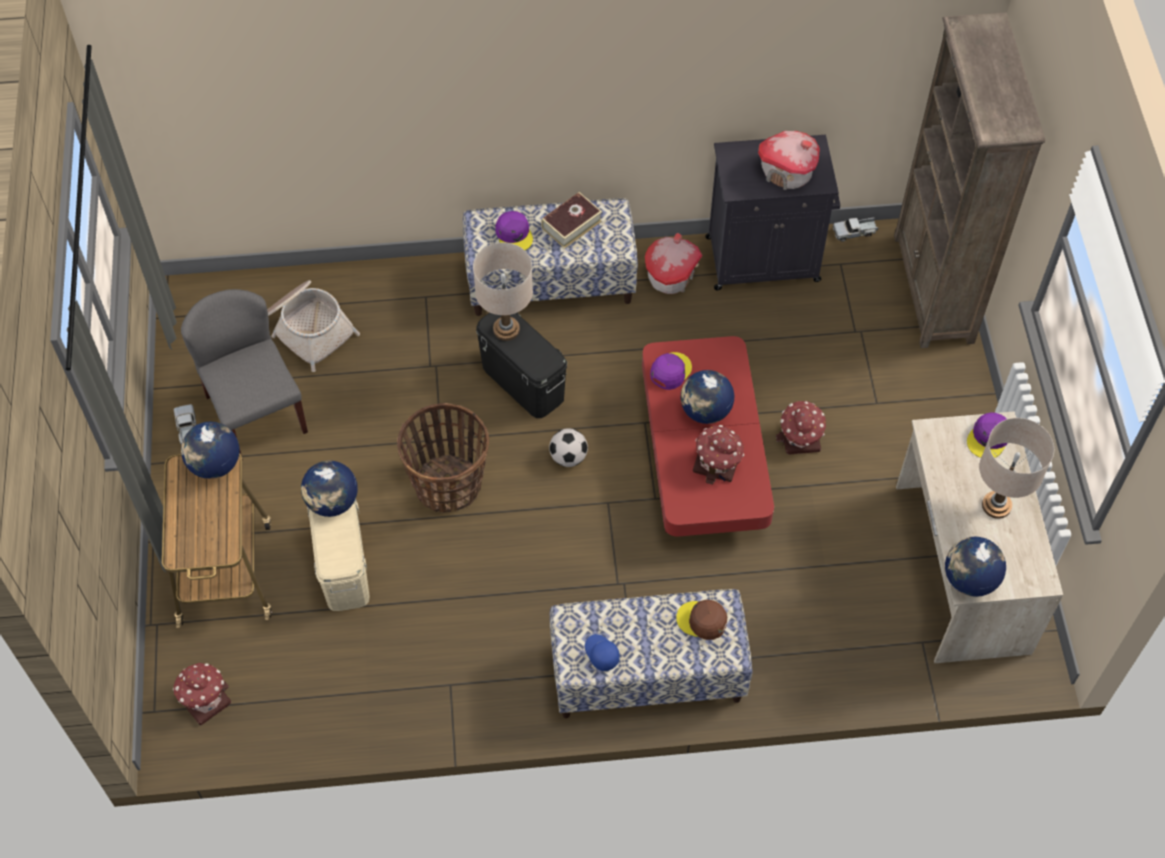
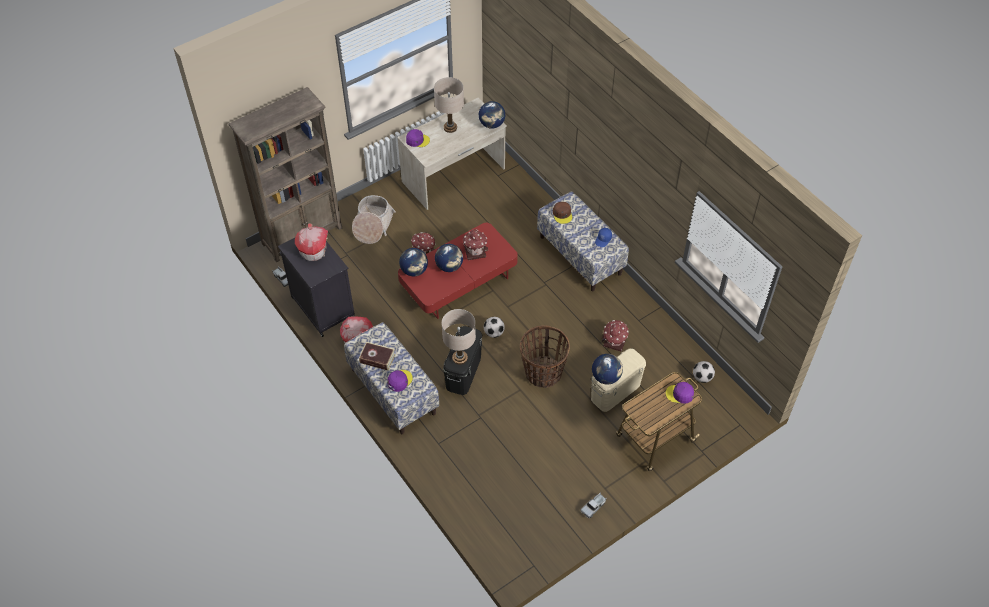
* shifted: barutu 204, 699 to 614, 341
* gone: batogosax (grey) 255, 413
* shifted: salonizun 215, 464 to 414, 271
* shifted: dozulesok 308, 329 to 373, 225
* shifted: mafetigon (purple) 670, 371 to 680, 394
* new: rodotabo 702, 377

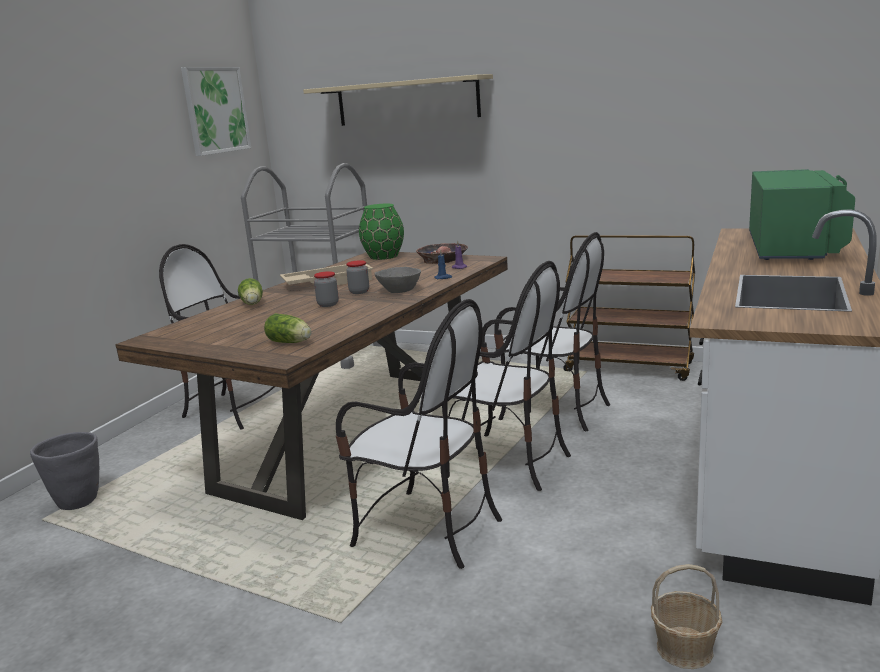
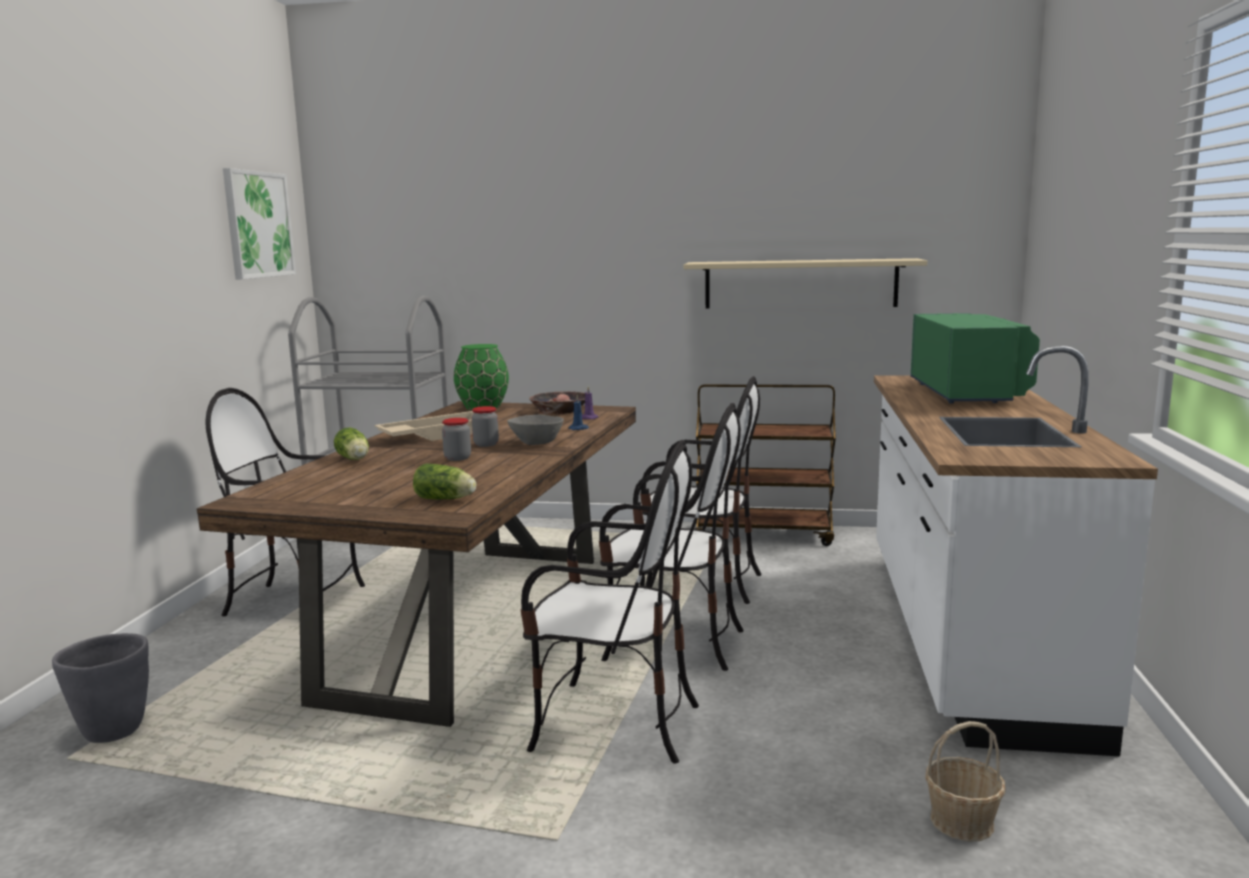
* shifted: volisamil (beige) 407, 101 to 800, 284

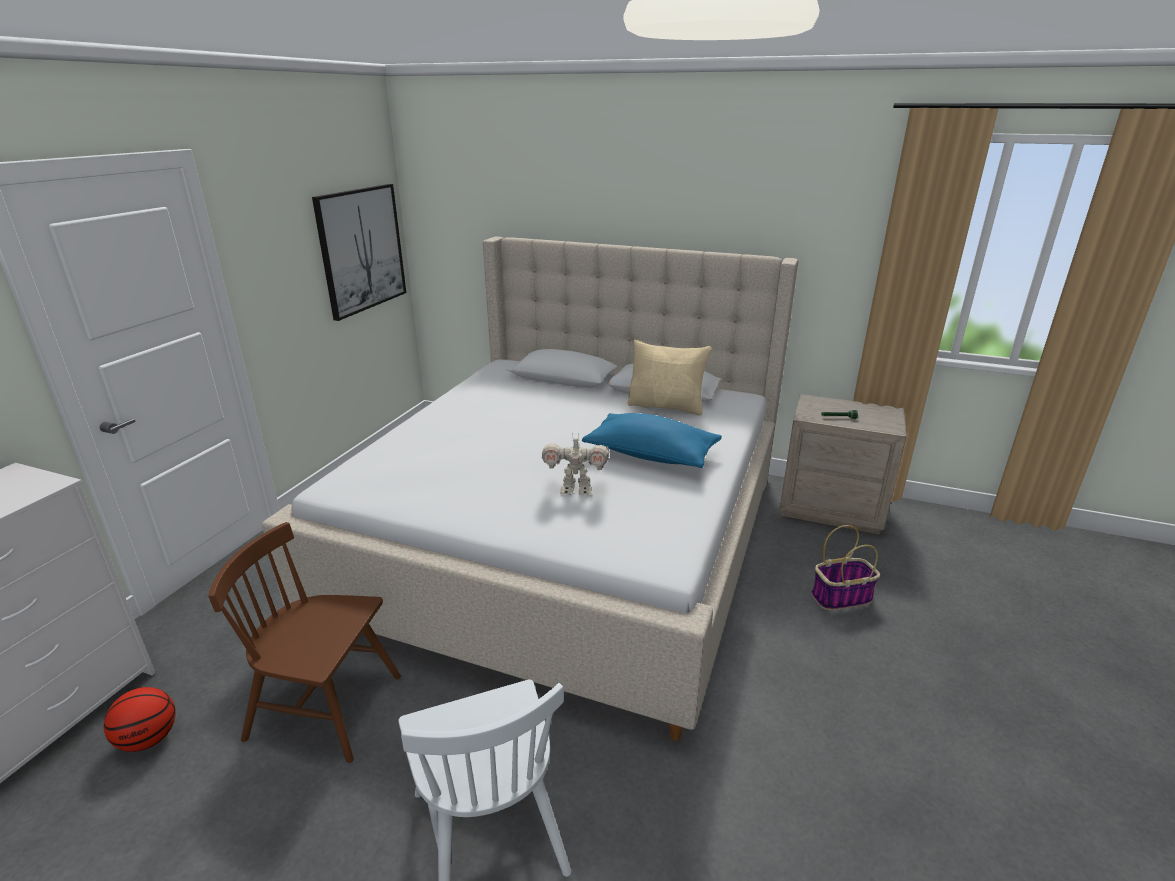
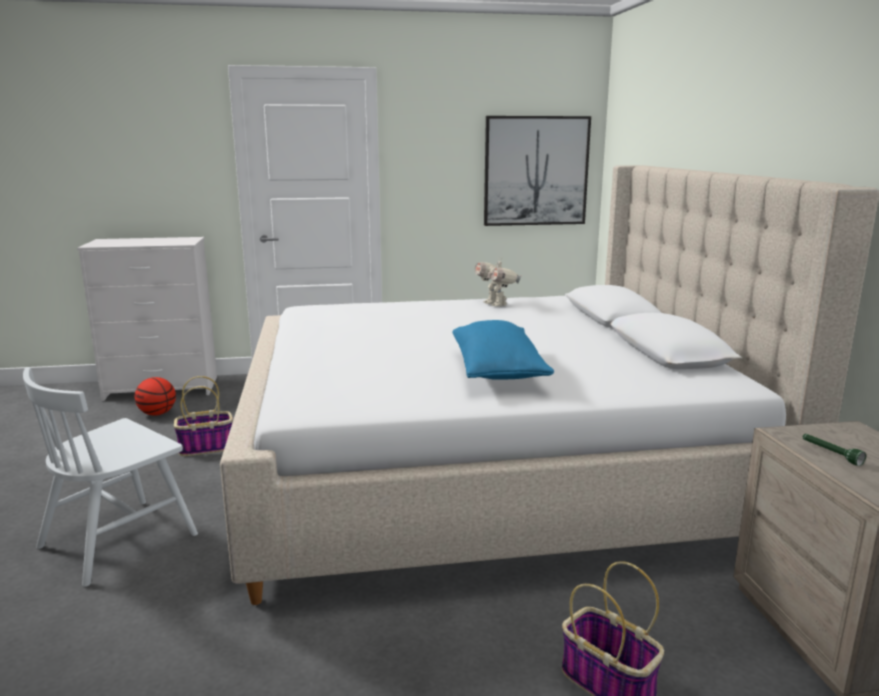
* swapped: batogosax (brown) 326, 708 to dozulesok 207, 447
* shifted: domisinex 576, 489 to 496, 304
* gone: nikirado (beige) 666, 406

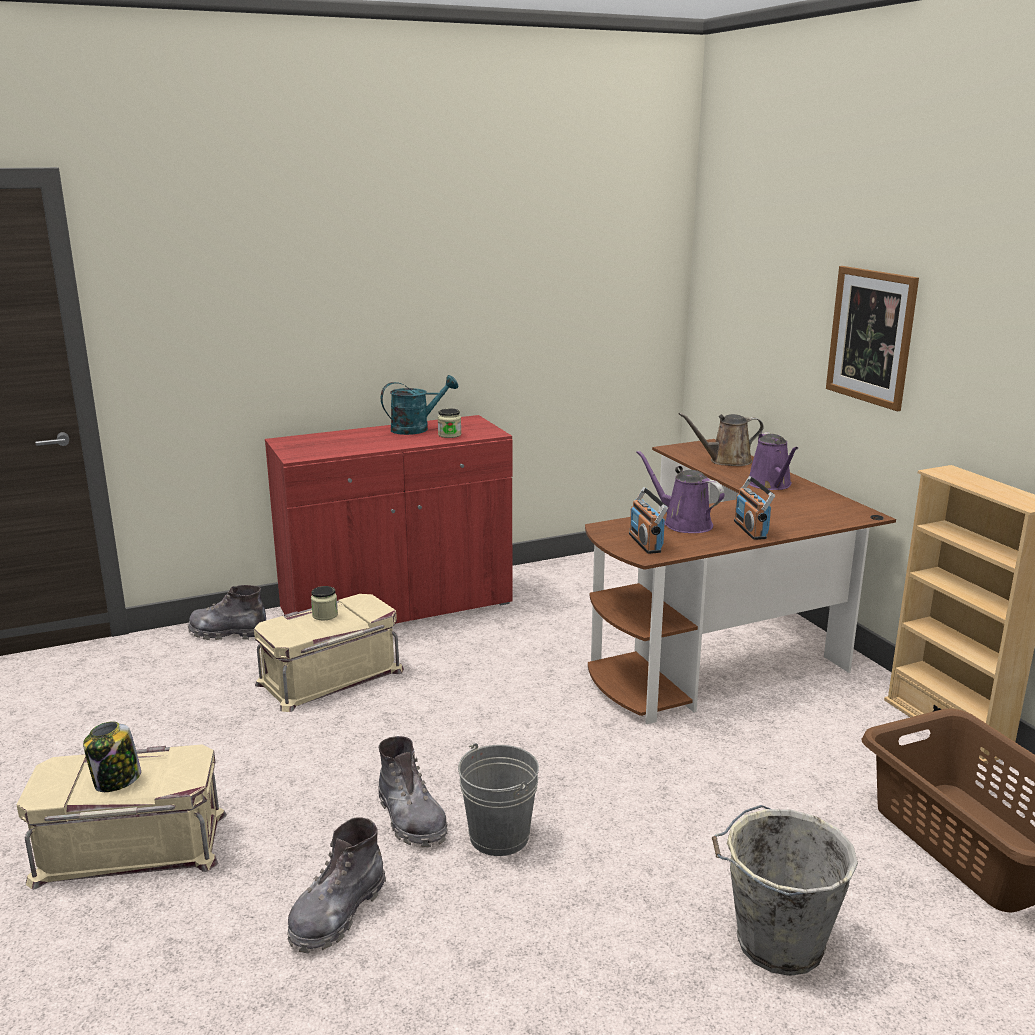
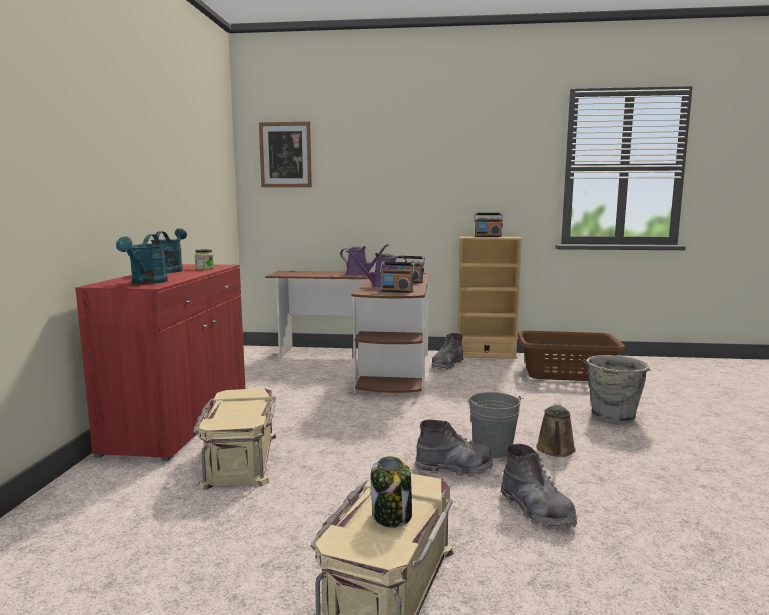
* shifted: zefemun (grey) 229, 633 to 447, 365
* gone: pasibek 325, 615
* shifted: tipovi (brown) 726, 461 to 555, 450
* shifted: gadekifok 871, 336 to 285, 155
* new: tipovi (turquoise) 147, 282
* new: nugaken 487, 236

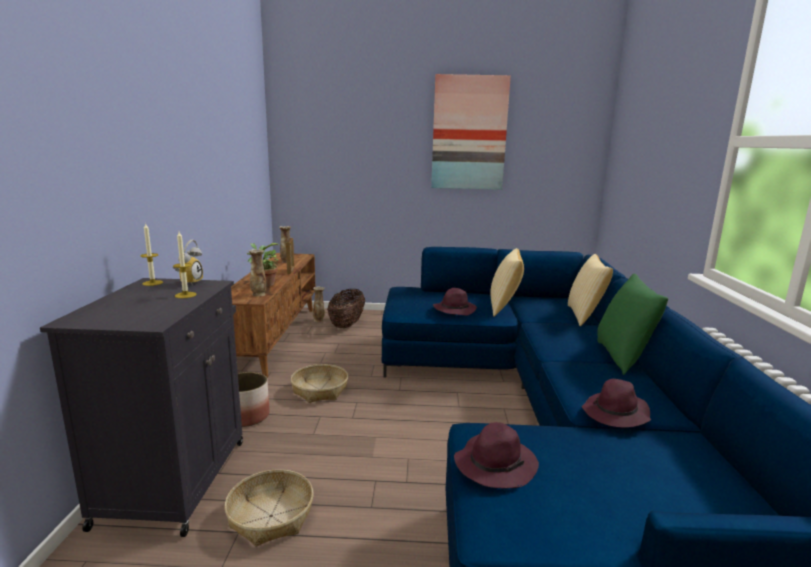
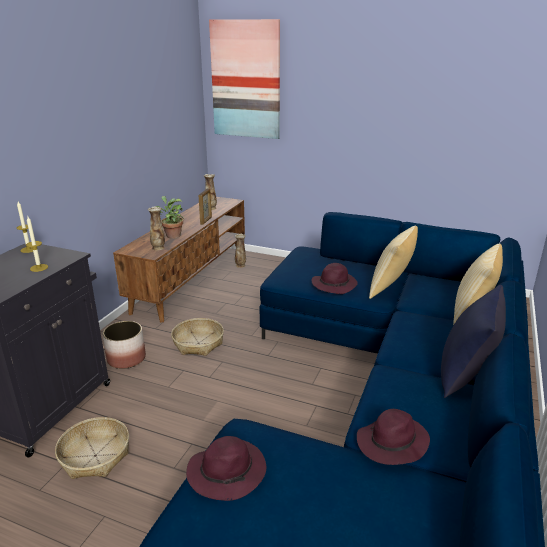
* gone: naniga 189, 282
* gone: dozulesok 347, 324
* shifted: gadekifok 469, 133 to 246, 80
* repainted: nikirado (green) 623, 358 to nikirado (blue) 465, 375

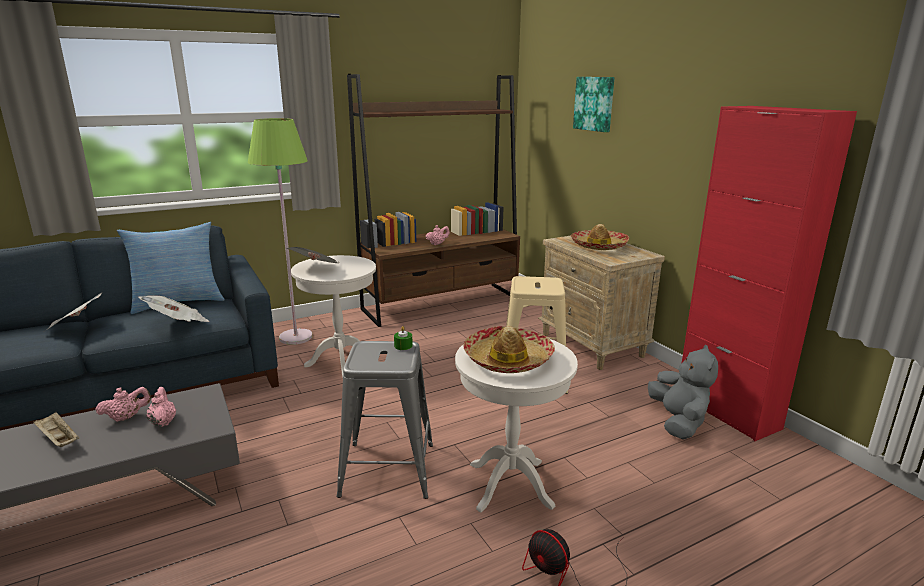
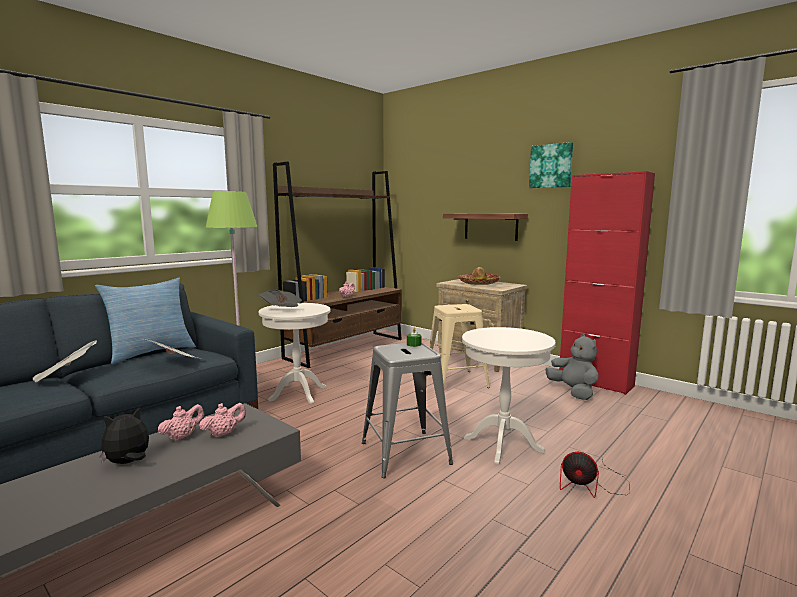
* swapped: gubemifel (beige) 58, 439 to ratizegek 128, 462
* rotated: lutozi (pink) 163, 422 = 224, 434 90 degrees clockwise
* gone: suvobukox 508, 359
* shifted: gadekifok 594, 103 to 551, 166
* new: volisamil 490, 226

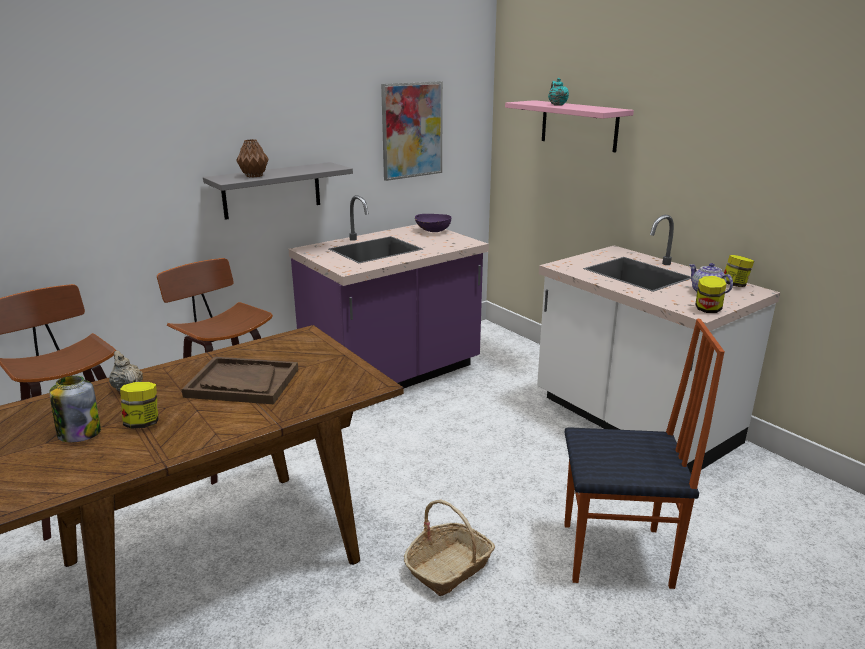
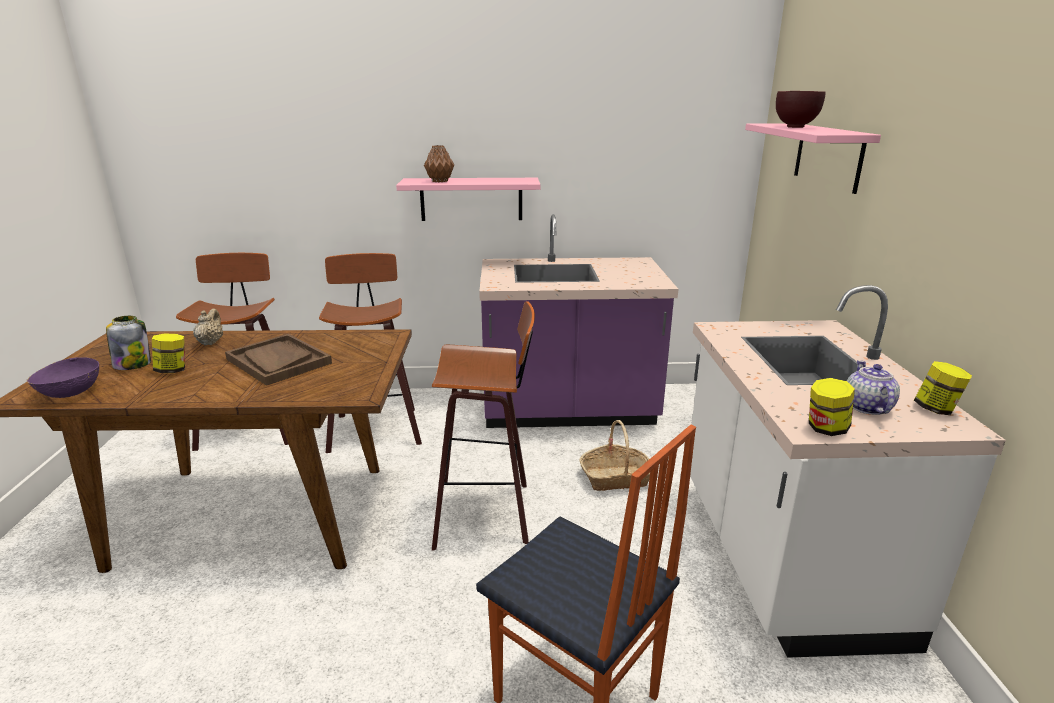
* repainted: volisamil (grey) 272, 190 to volisamil (pink) 471, 199
* gone: gadekifok 412, 130
* shifted: dozulesok 449, 567 to 616, 478
* shifted: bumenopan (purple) 432, 231 to 71, 392
* swapped: lutozi (turquoise) 557, 105 to bumenopan (brown) 795, 127
* new: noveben 486, 511

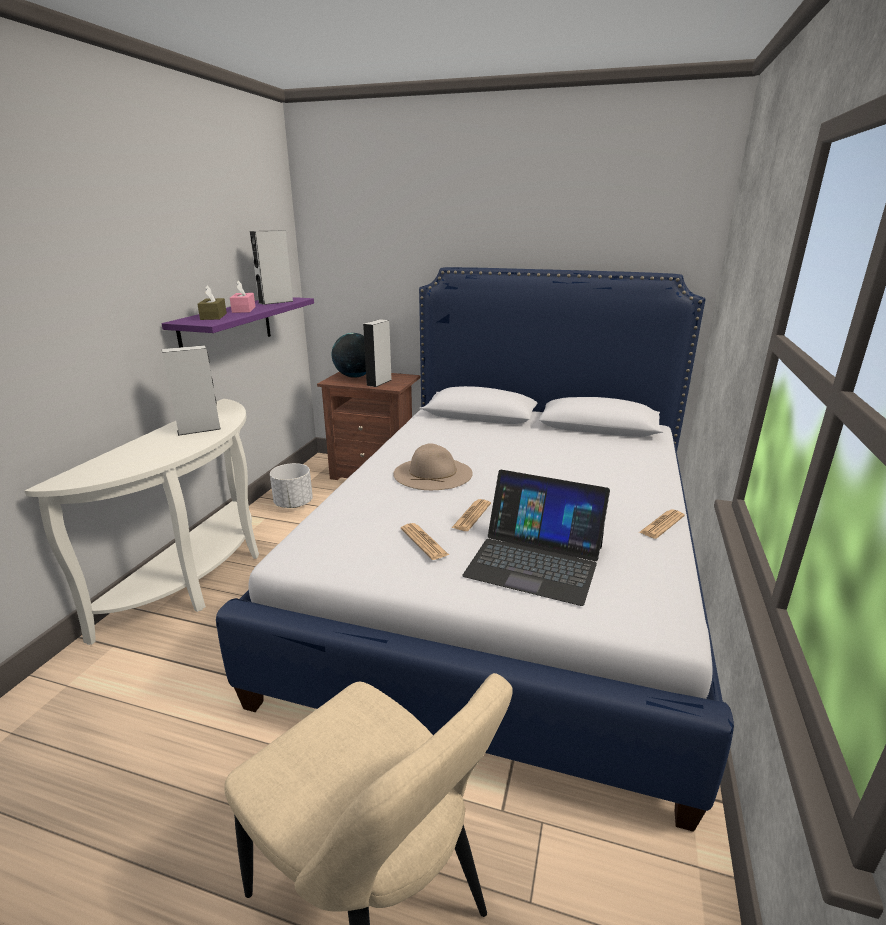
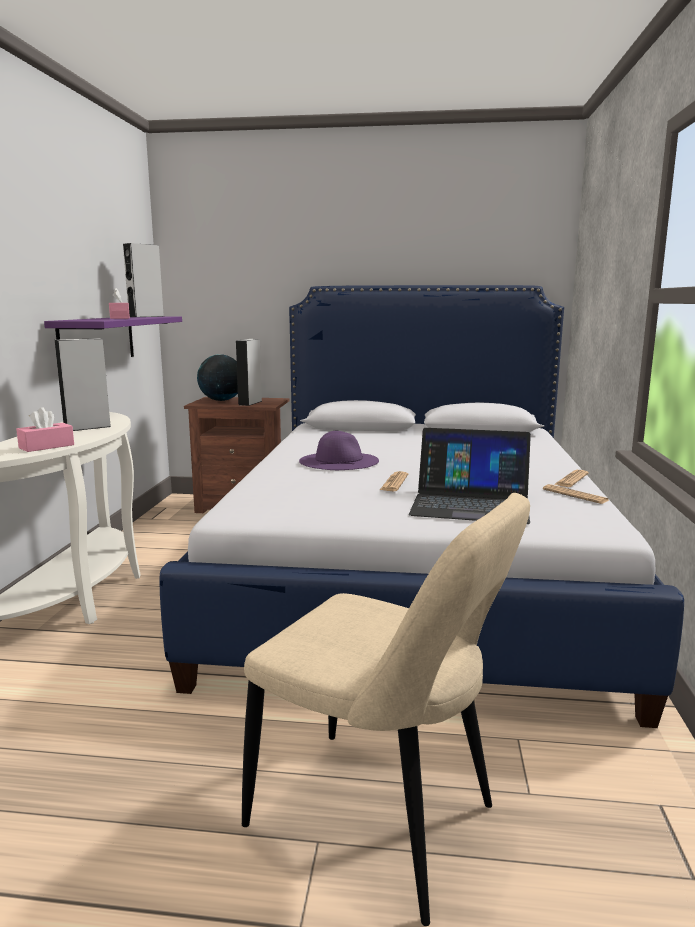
* gone: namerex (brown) 213, 316
* gone: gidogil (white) 293, 504
* repainted: suvobukox (beige) 433, 473 to suvobukox (purple) 339, 460
* shifted: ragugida 424, 542 to 575, 495
* new: namerex (pink) 46, 446

